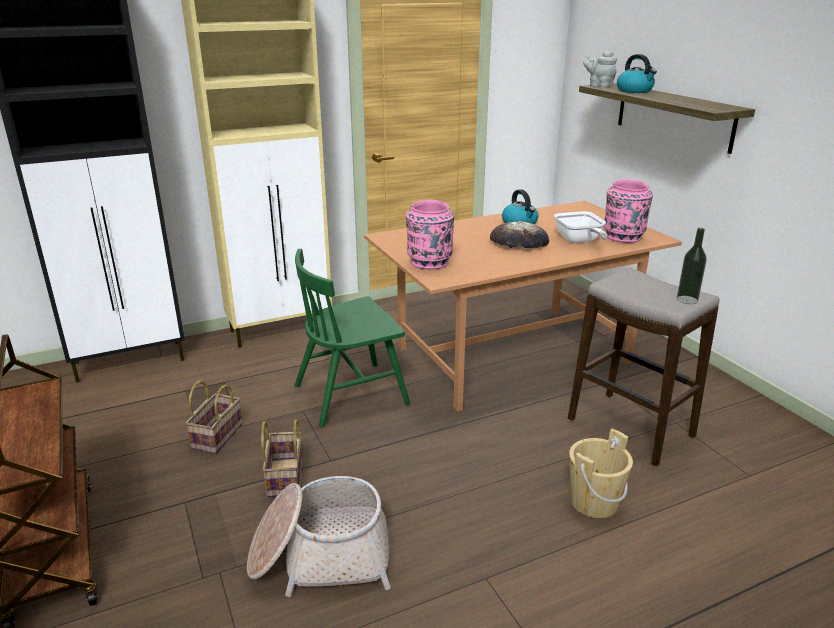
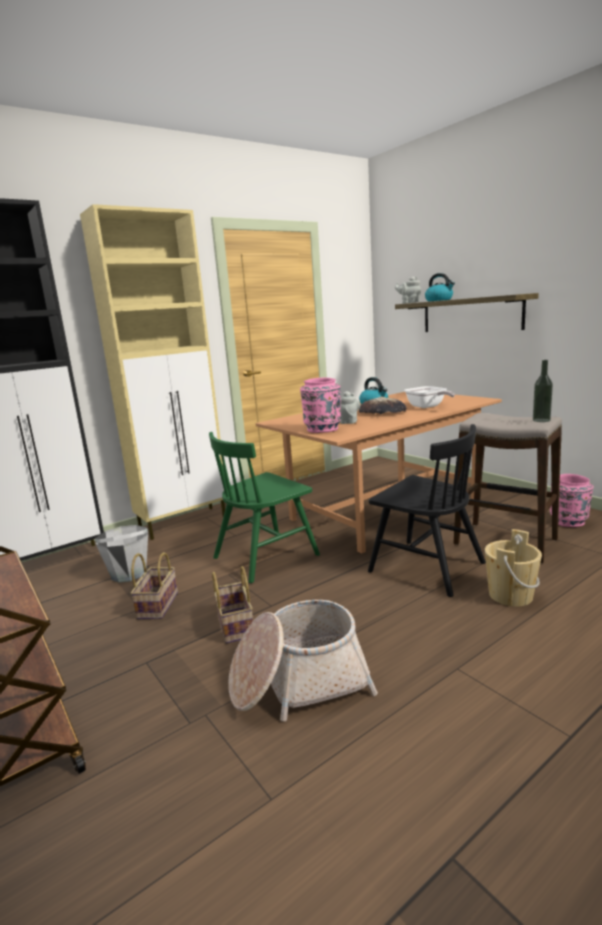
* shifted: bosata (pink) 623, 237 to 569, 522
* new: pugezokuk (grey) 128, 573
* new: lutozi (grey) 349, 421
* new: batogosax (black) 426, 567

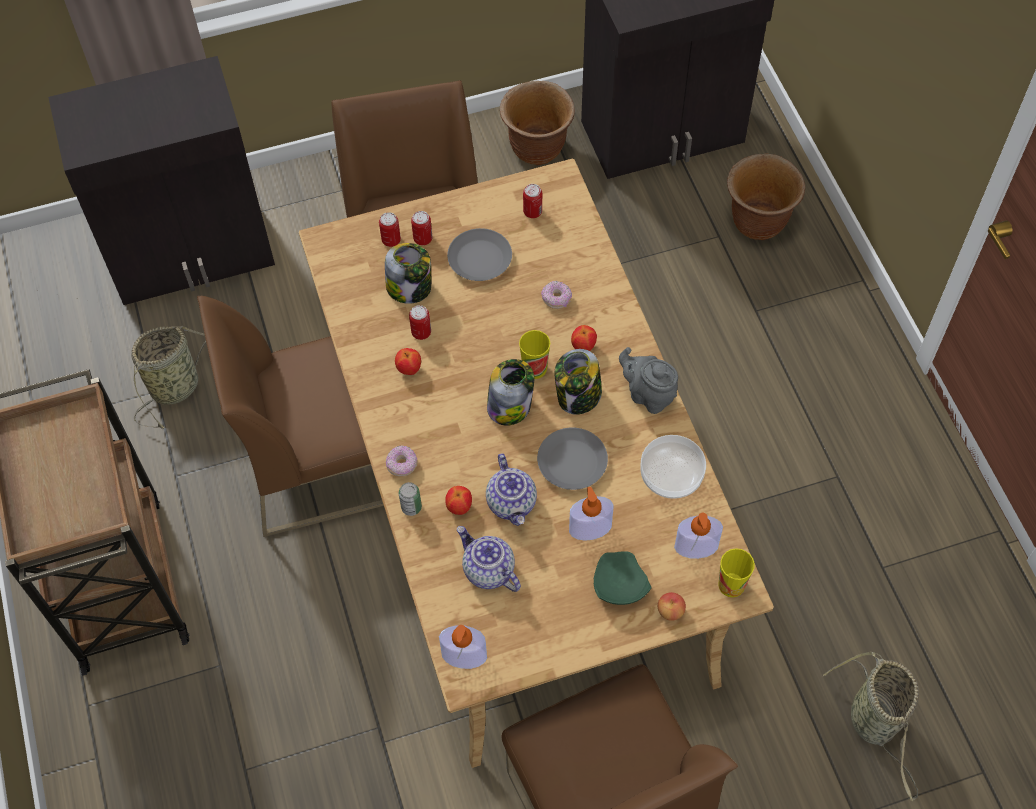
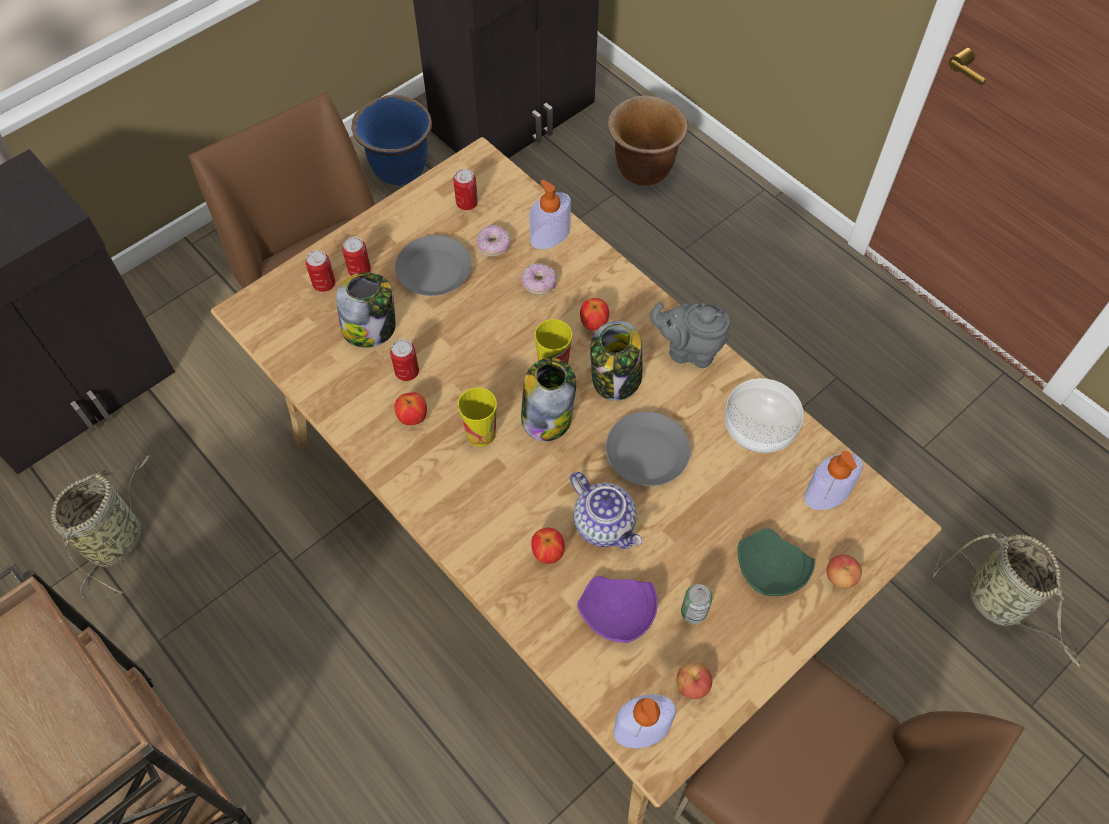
* gone: batogosax (brown) 320, 461
* shifted: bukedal 402, 465 to 494, 246
* shifted: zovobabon 411, 507 to 693, 612
* swapped: lutozi 488, 570 to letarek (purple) 617, 614
* repainted: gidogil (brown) 537, 148 to gidogil (blue) 399, 169
* shifted: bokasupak 590, 528 to 550, 236
* shifted: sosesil 731, 585 to 480, 433
* new: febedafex 692, 685

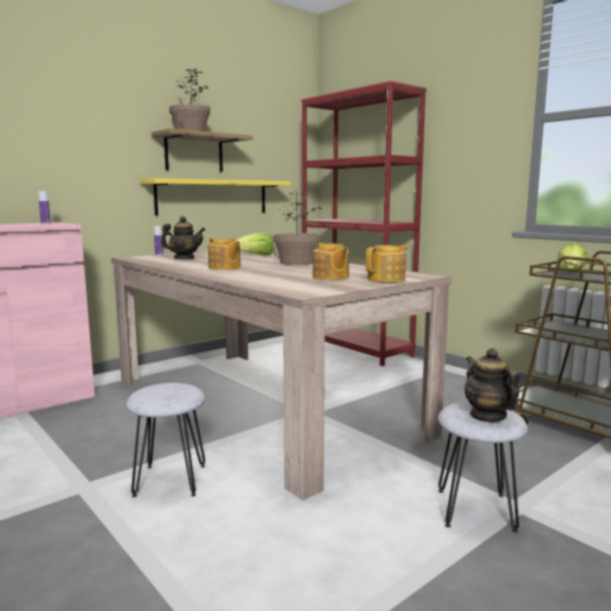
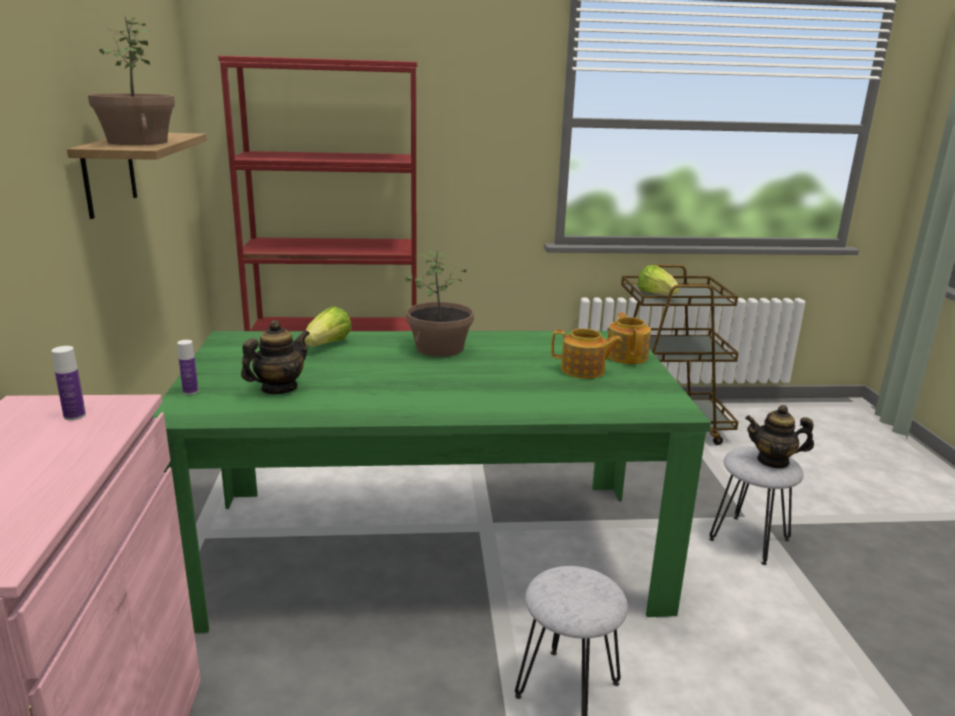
* repainted: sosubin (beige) 261, 405 to sosubin (green) 430, 549
* gone: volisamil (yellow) 213, 197
* gone: lutozi 224, 268

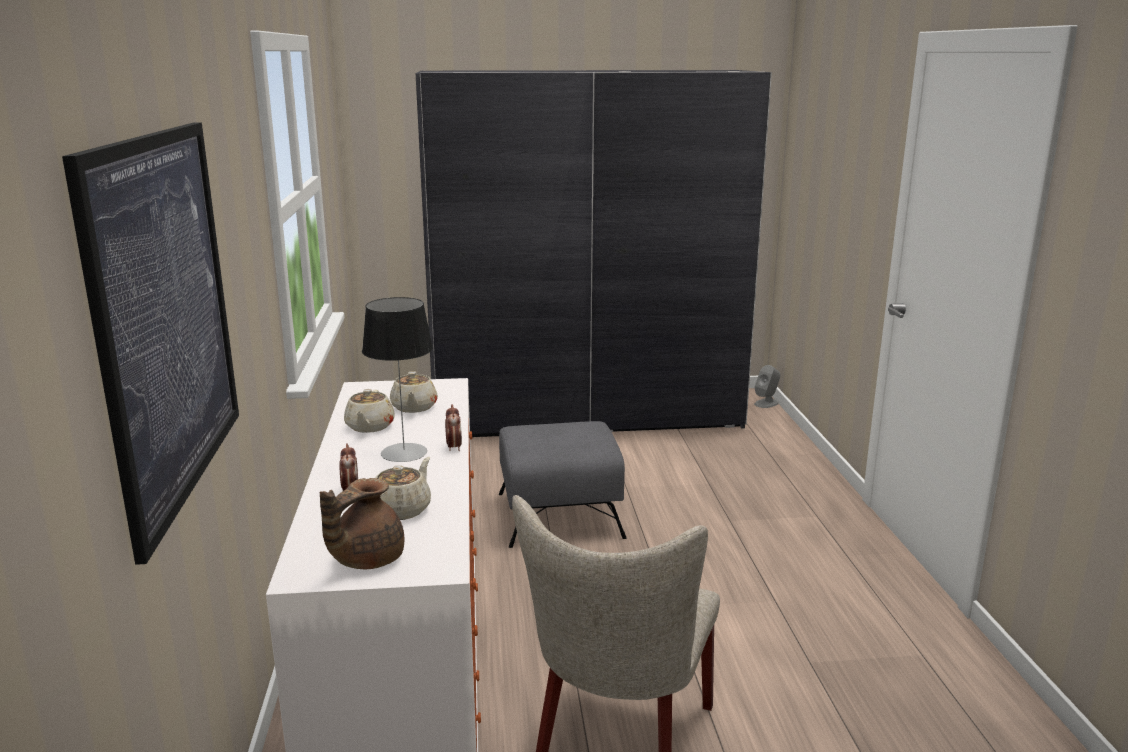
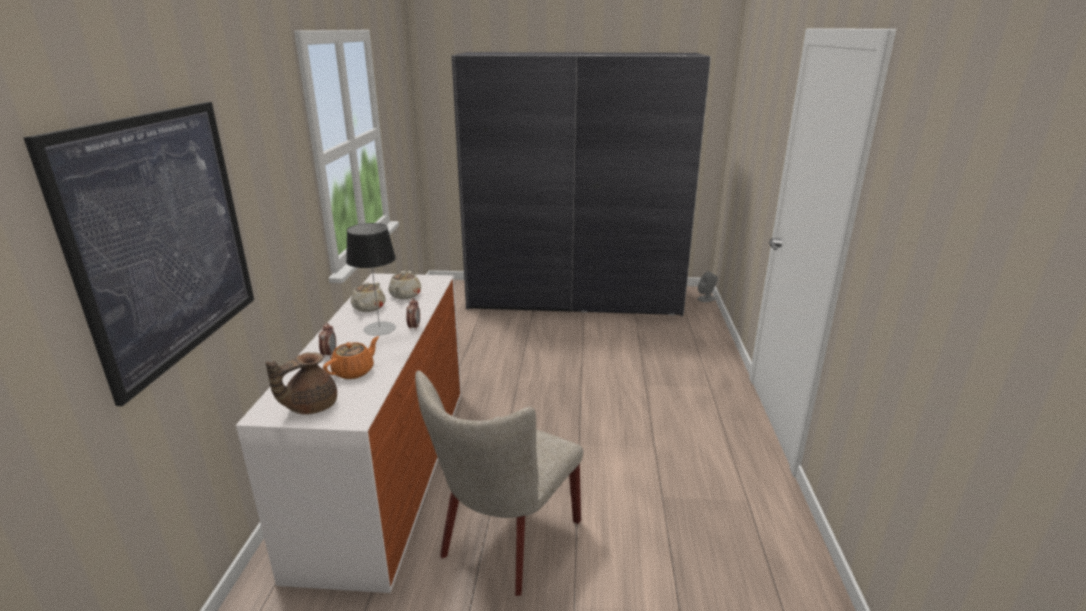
* repainted: lutozi (beige) 402, 509 to lutozi (orange) 354, 371
* gone: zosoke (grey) 560, 515

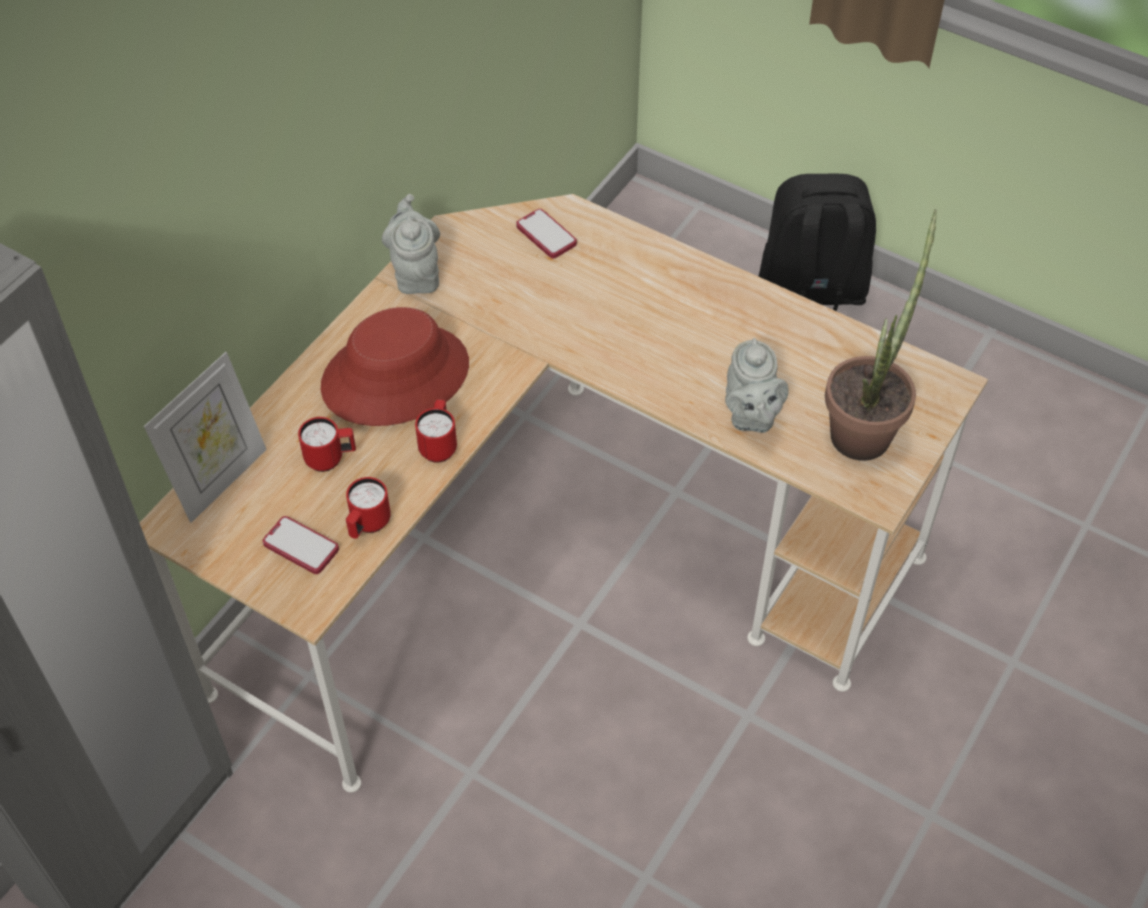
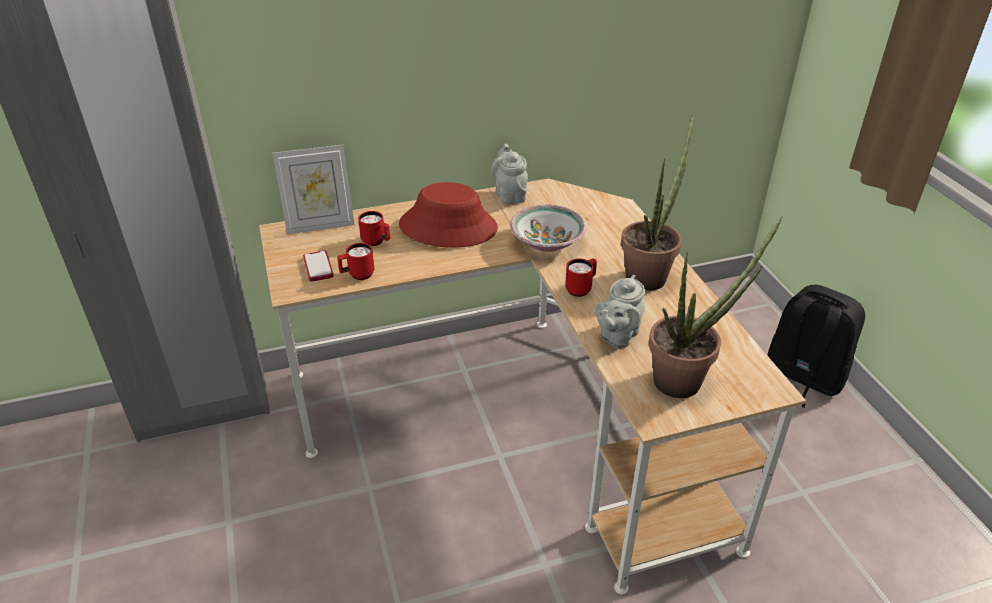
* rotated: lutozi (grey) 416, 273 = 510, 194 45 degrees counterclockwise
* shifted: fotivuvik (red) 439, 445 to 581, 288
* gone: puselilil 546, 235
* new: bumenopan 547, 242
* new: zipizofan 649, 274

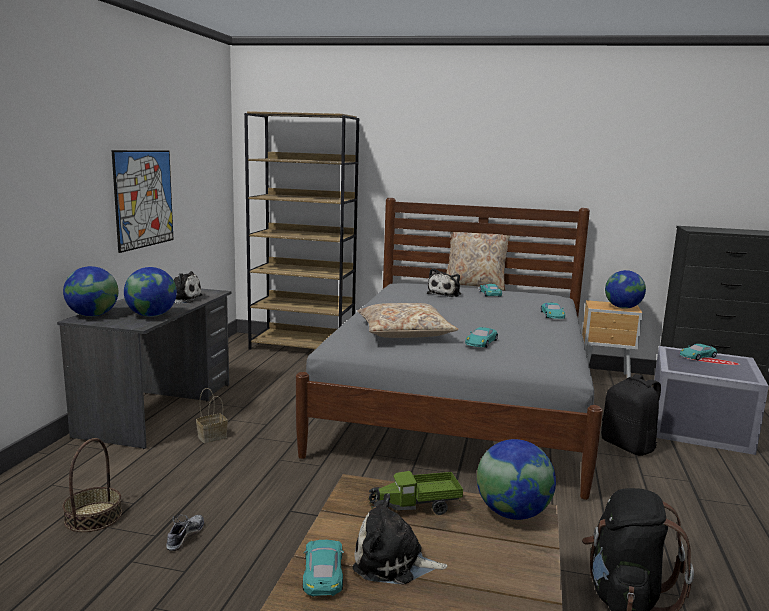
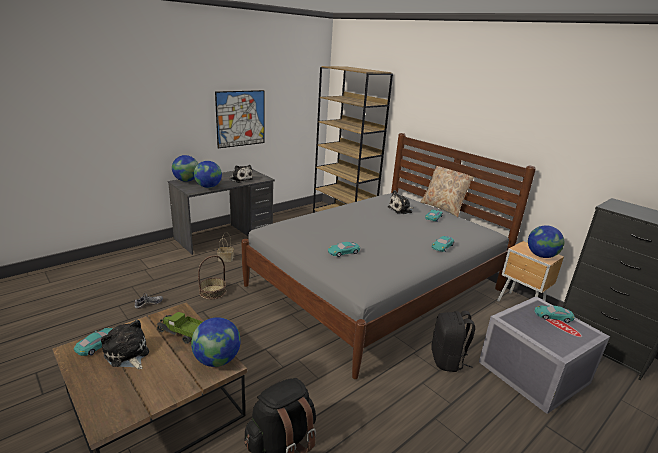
* shifted: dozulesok 93, 517 to 212, 292
* gone: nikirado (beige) 404, 332

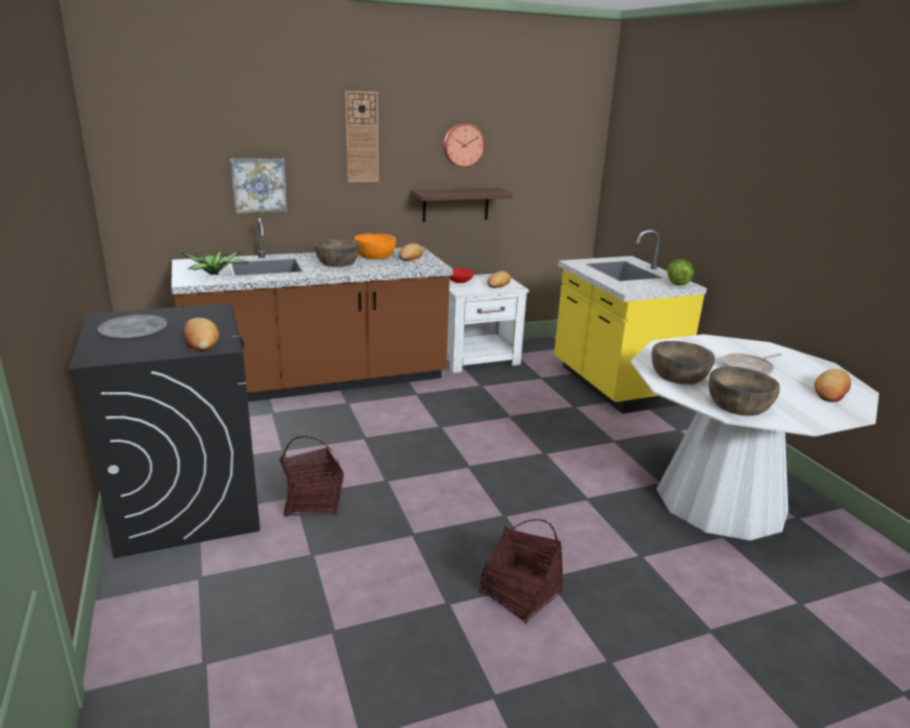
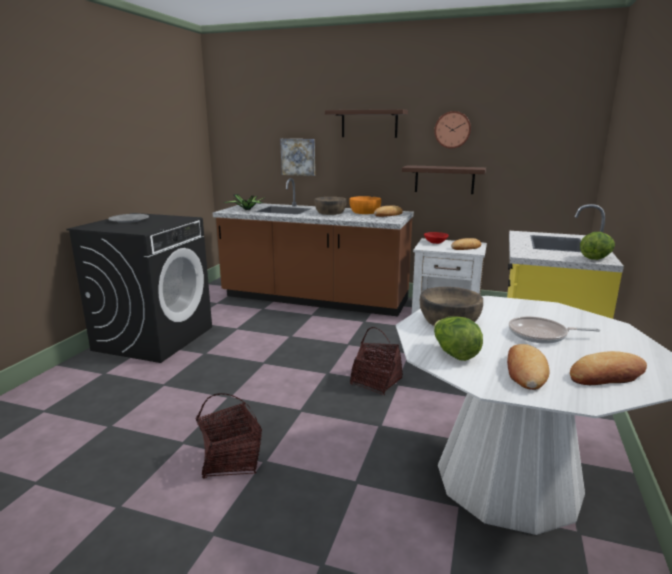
* shifted: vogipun 200, 340 to 525, 372
* shifted: dozulesok 313, 501 to 376, 381
* swapped: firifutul 362, 137 to volisamil 369, 124
* swapped: bumenopan (brown) 738, 405 to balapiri 454, 354

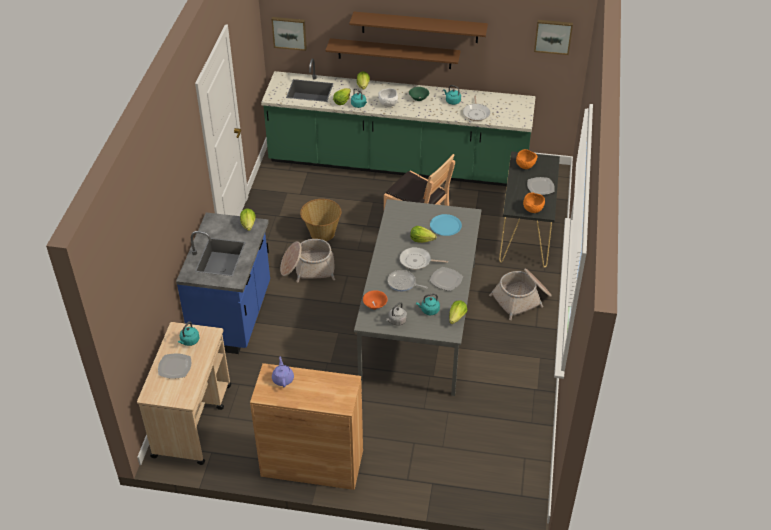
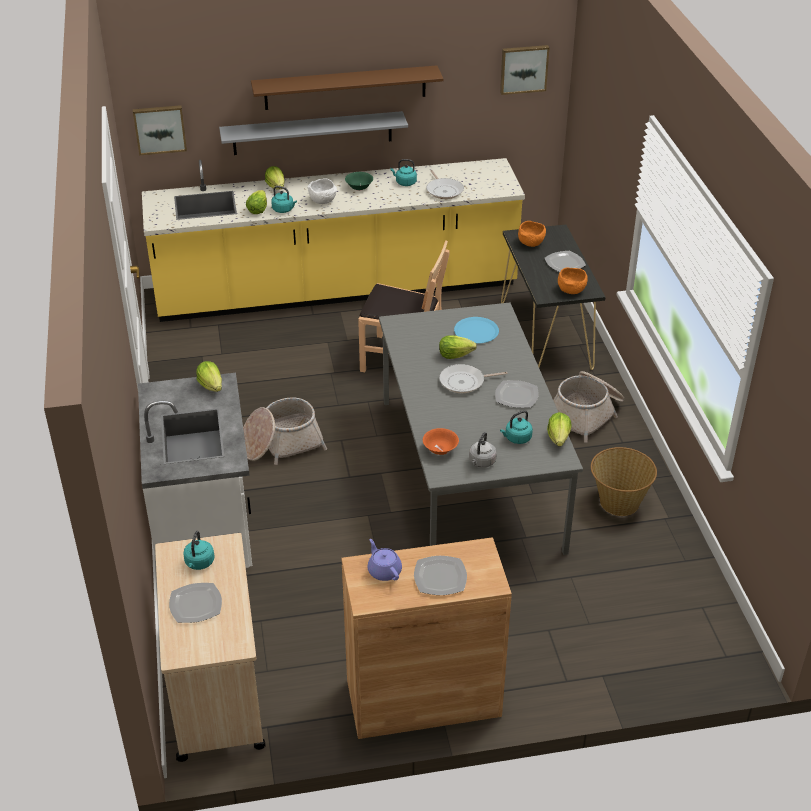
* repainted: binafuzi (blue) 233, 316 to binafuzi (white) 206, 532
* repainted: binafuzi (green) 398, 165 to binafuzi (yellow) 337, 291
* shifted: dozulesok 322, 233 to 618, 502
* repainted: volisamil (brown) 394, 53 to volisamil (grey) 312, 133
* gone: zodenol 403, 283
* new: letarek 439, 577

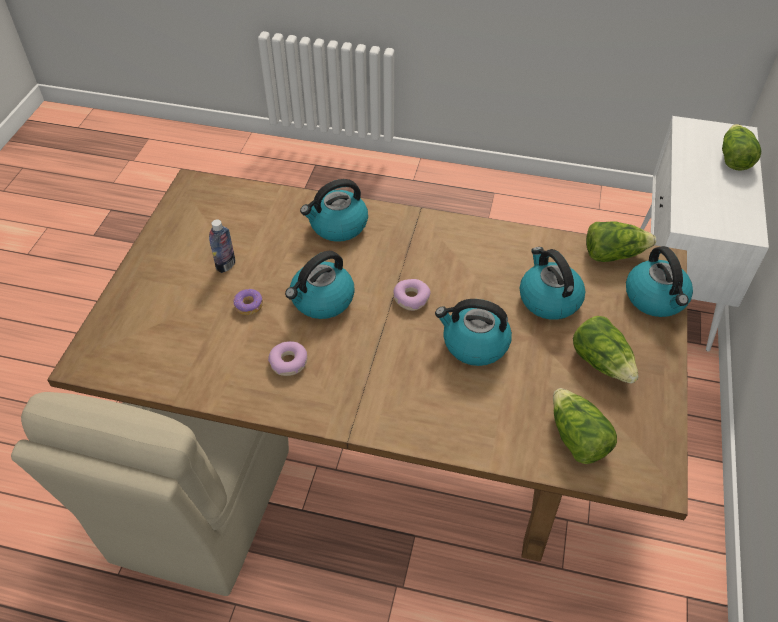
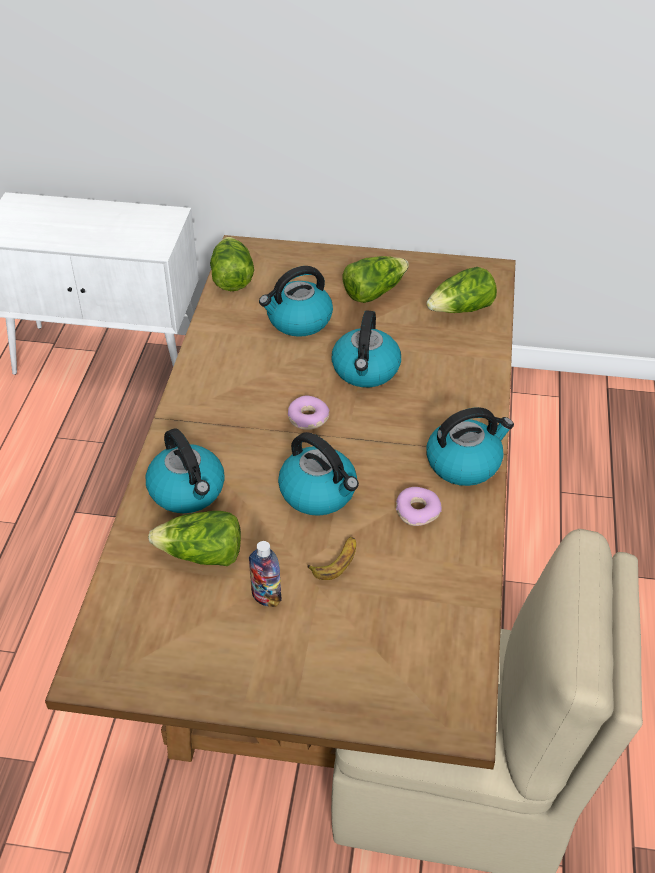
* swapped: bukedal 249, 305 to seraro 336, 561
* shifted: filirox 656, 298 to 464, 463
* shifted: balapiri 734, 158 to 202, 555

